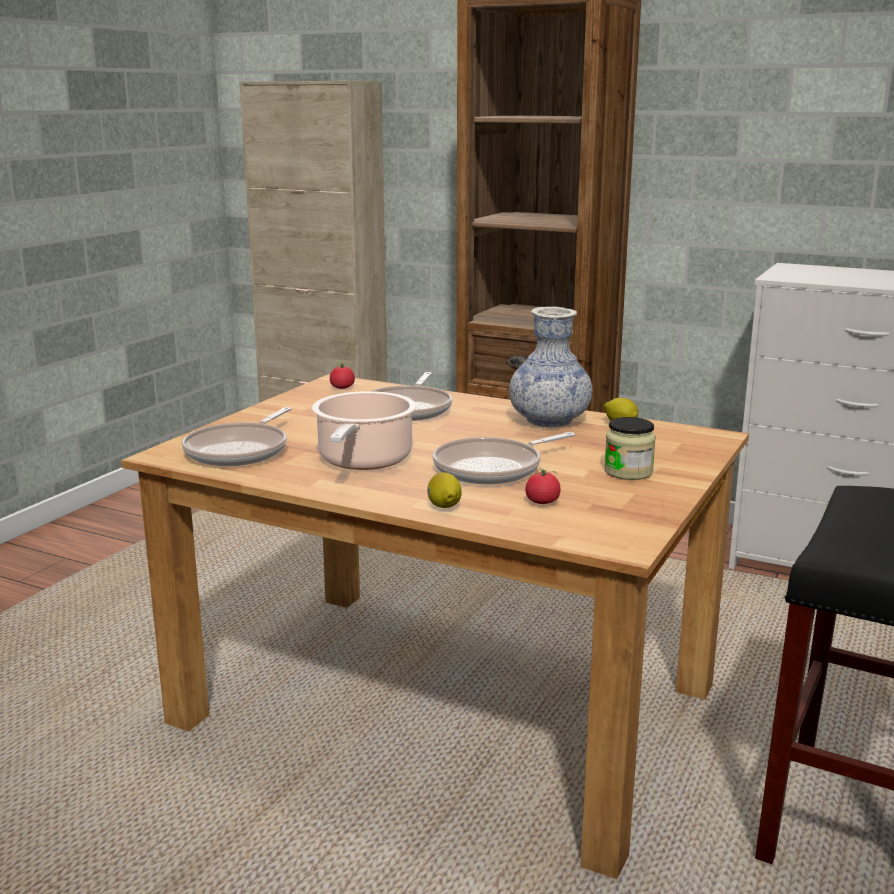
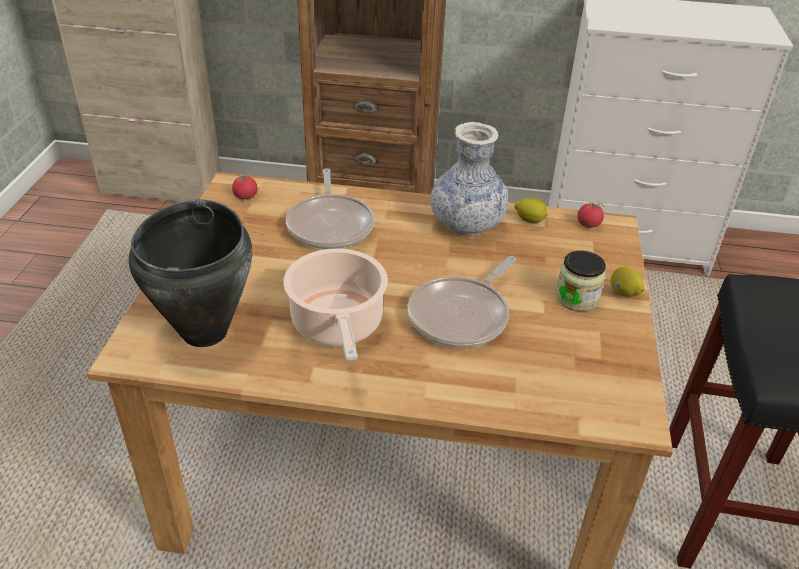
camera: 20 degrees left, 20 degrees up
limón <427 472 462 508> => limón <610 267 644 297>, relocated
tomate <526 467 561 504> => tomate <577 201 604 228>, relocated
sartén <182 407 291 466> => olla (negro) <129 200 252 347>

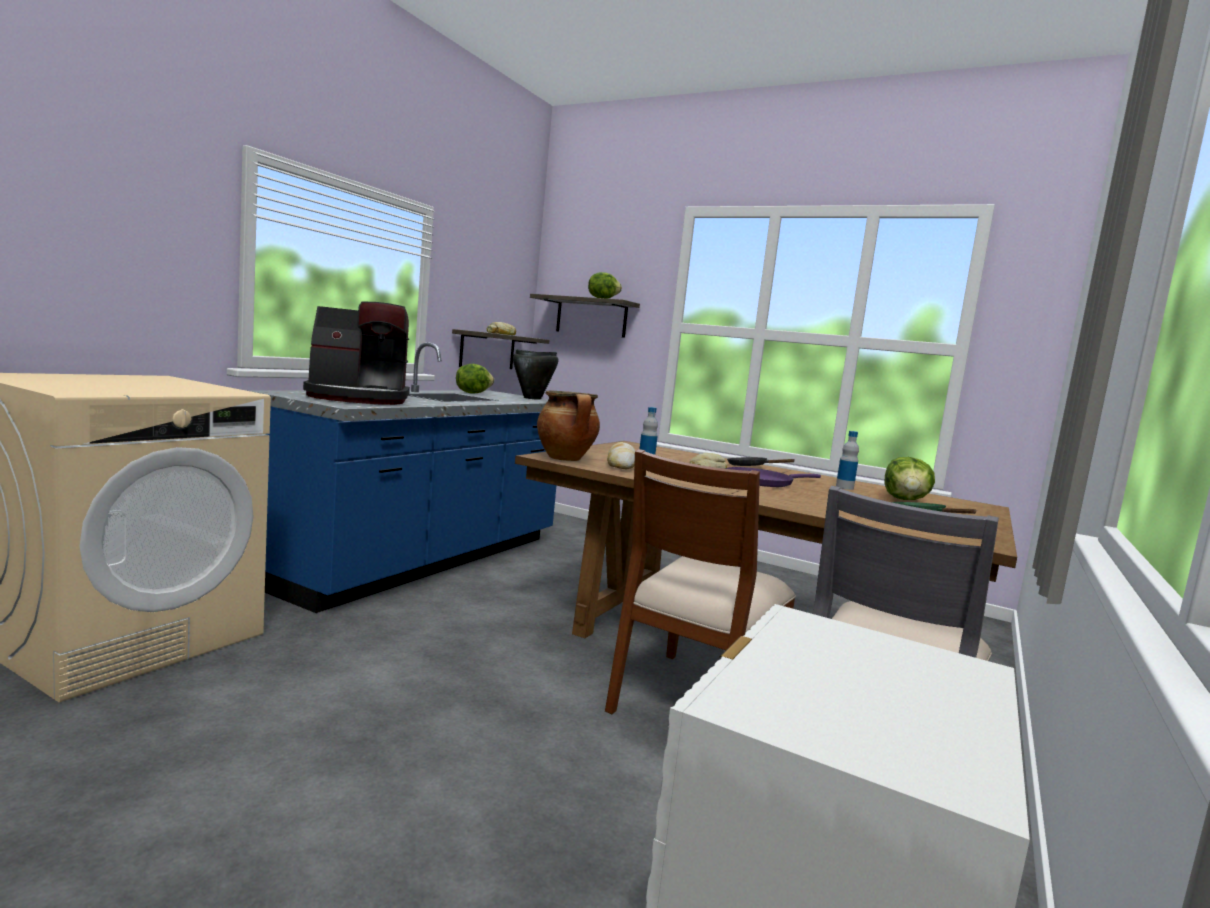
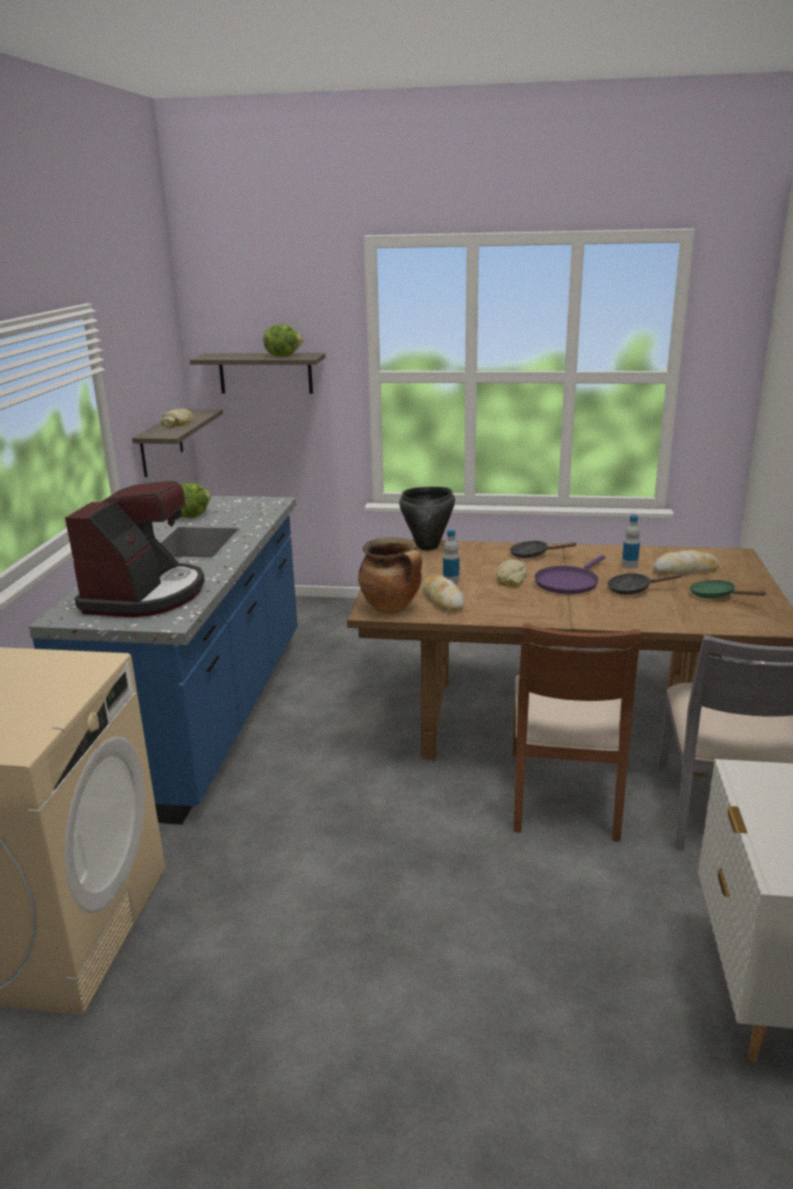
camera: 20 degrees left, 15 degrees up
nothing => sartén (negro) <607 573 683 595>
olla (negro) <513 349 558 400> => olla (negro) <399 487 455 550>, relocated
lechuga <884 457 935 500> => pan <653 550 719 574>
cafetera <303 302 410 405> => cafetera <65 481 205 617>, 45 degrees counterclockwise

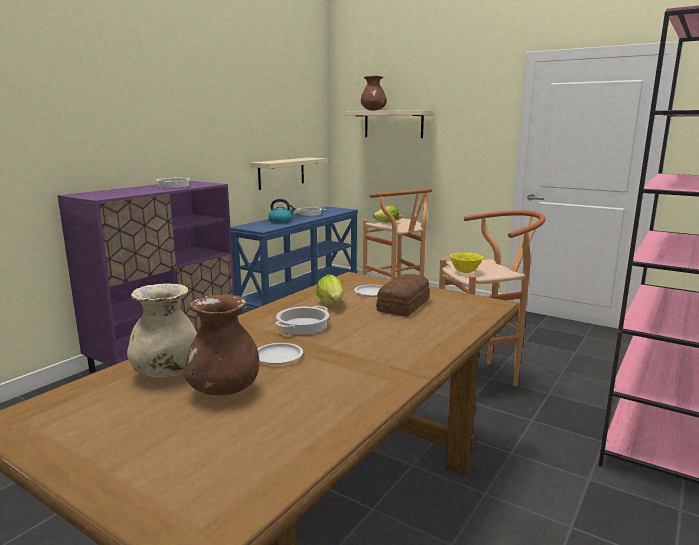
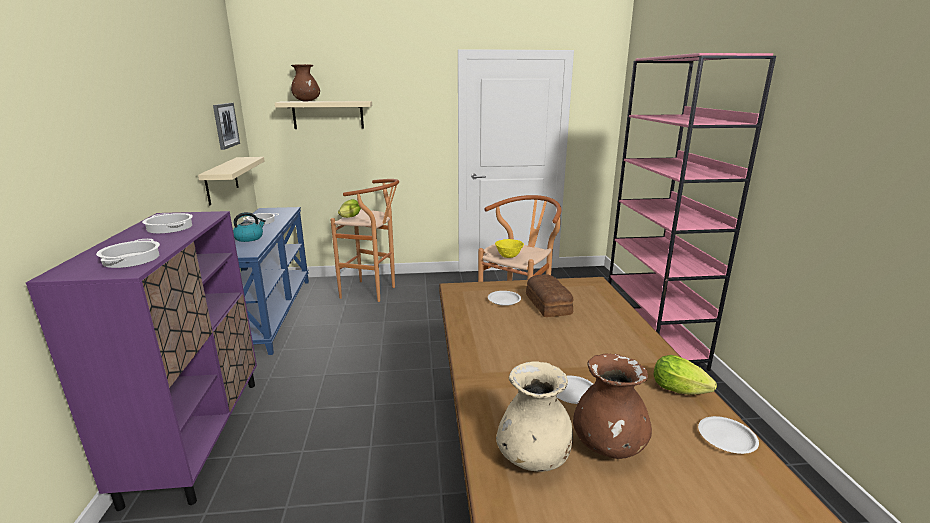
camera: 40 degrees left, 5 degrees up
nothing => cuadro <213 103 240 150>
nothing => plato (blanco) <698 416 759 454>
olla <275 306 329 335> => olla <96 239 160 268>, relocated
lechuga <316 274 344 305> => lechuga <654 355 717 394>, relocated

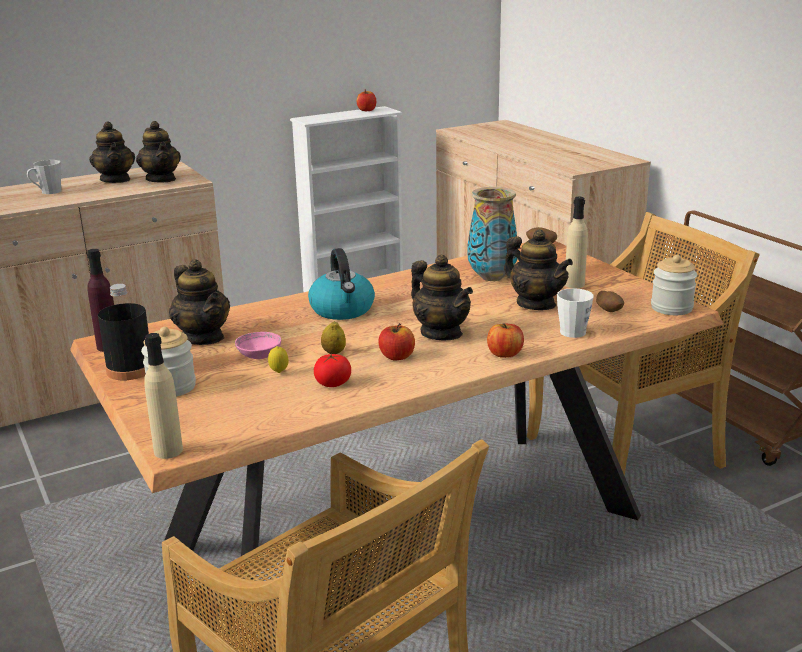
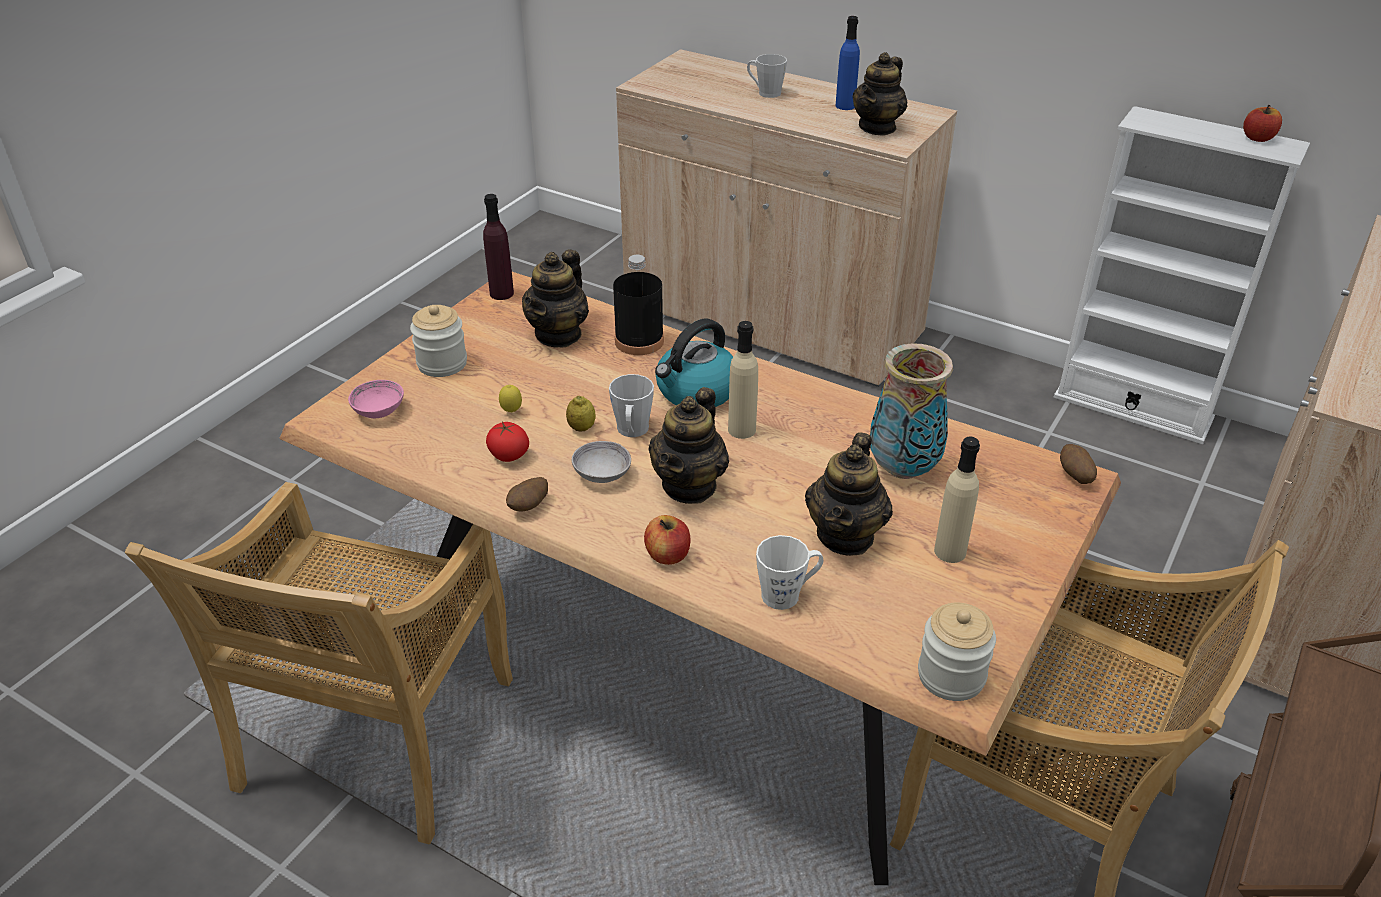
camera: 60 degrees right, 15 degrees up
nothing => taza grande (gris) <609 374 654 437>
botella (negro) <98 284 149 380> => botella (negro) <613 255 664 355>, relocated
botella (beis) <144 333 183 459> => botella (beis) <728 321 758 439>, relocated
cuenco (rosa) <235 332 281 359> => cuenco (rosa) <348 380 404 418>, relocated
patata <596 291 624 312> => patata <506 477 548 511>, relocated
tetera <89 121 135 183> => botella (azul) <836 16 860 110>
manzana <378 323 415 360> => cuenco (gris) <572 441 631 483>

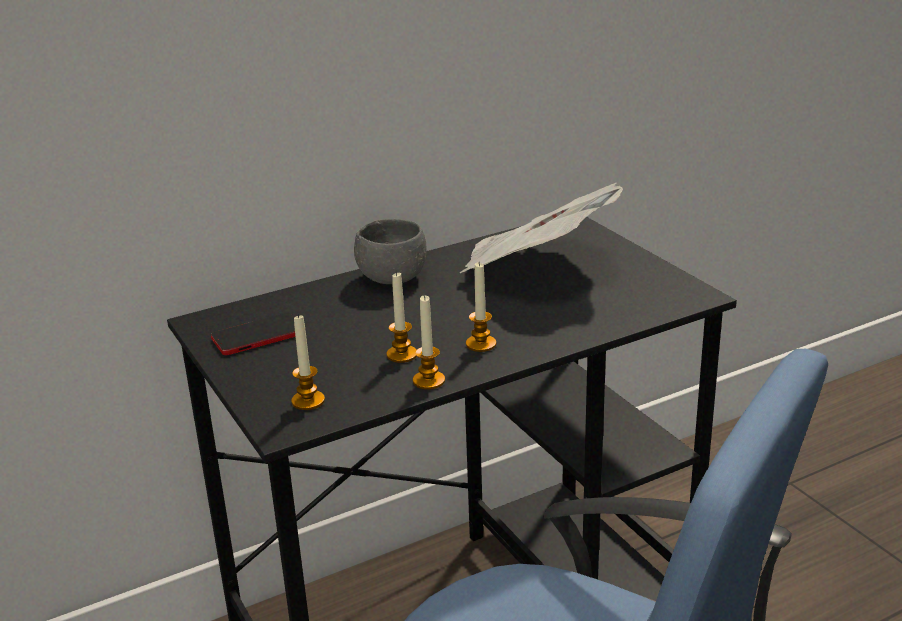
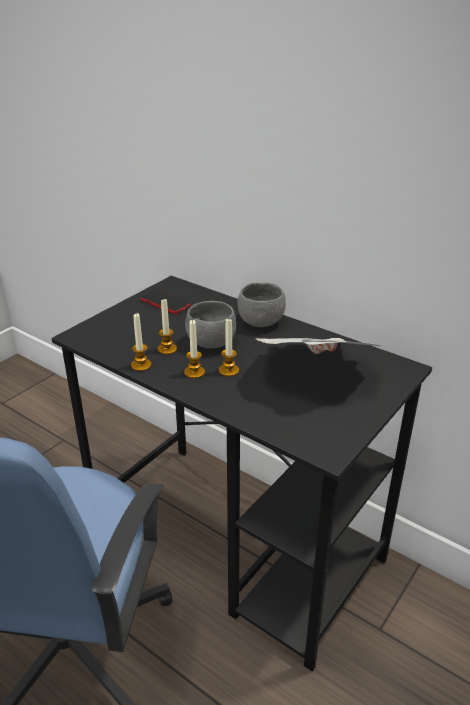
camera: 65 degrees right, 5 degrees up
nothing => cuenco (gris) <185 301 236 349>
vela <291 314 325 410> => vela <219 319 239 377>, relocated

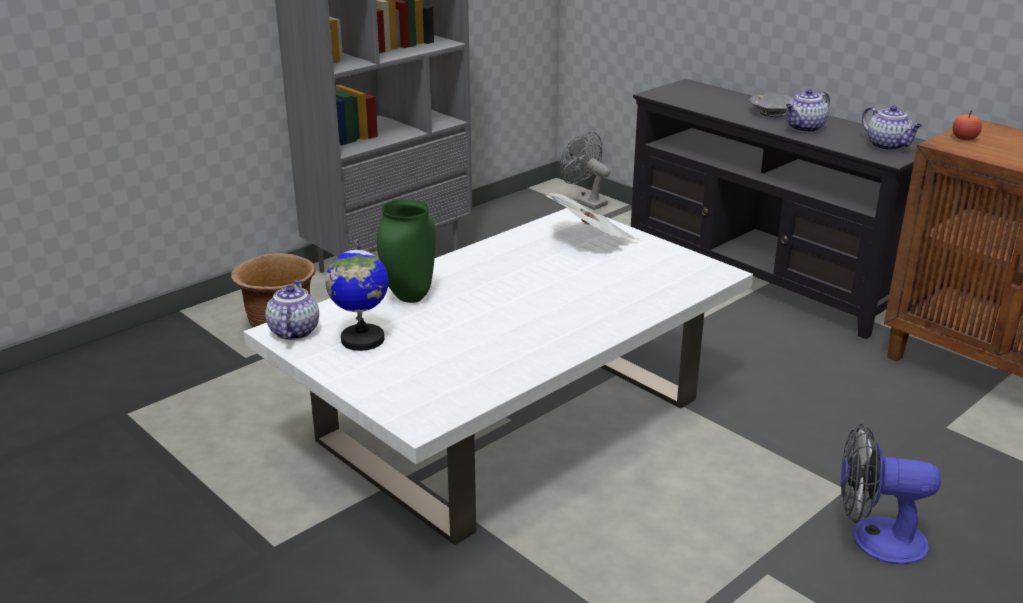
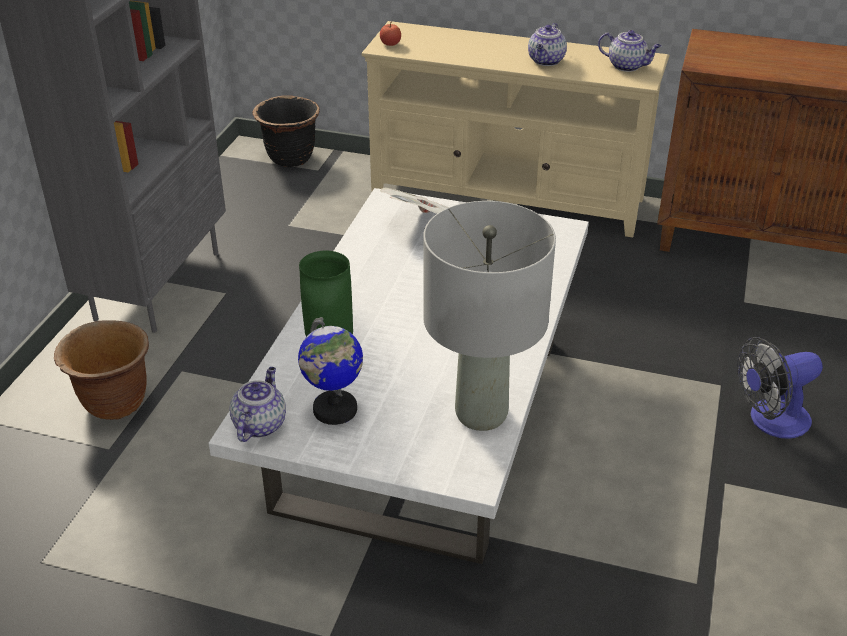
camera: 30 degrees left, 10 degrees up
cuenco (gris) <749 94 794 117> => nothing
nothing => lámpara de mesa (gris) <423 201 556 431>
manzana <953 111 982 140> => manzana <380 23 401 46>, relocated
ventilador (gris) <560 131 610 210> => maceta (negro) <252 96 320 167>
mueble de televisión (negro) <631 79 926 339> => mueble de televisión (beis) <361 21 669 238>
tetera <265 279 319 340> => tetera <230 367 286 442>, 45 degrees clockwise

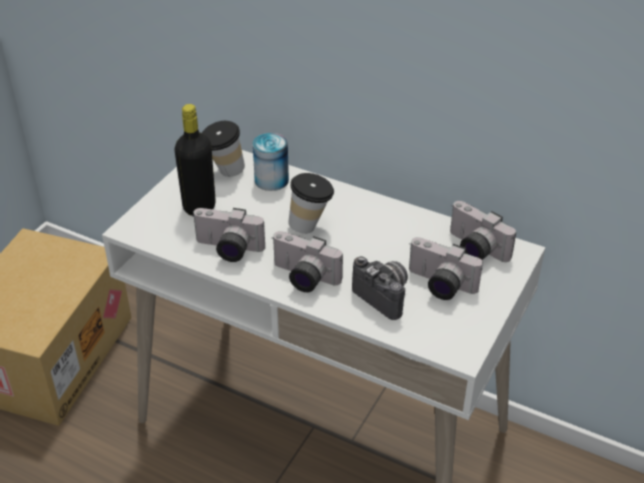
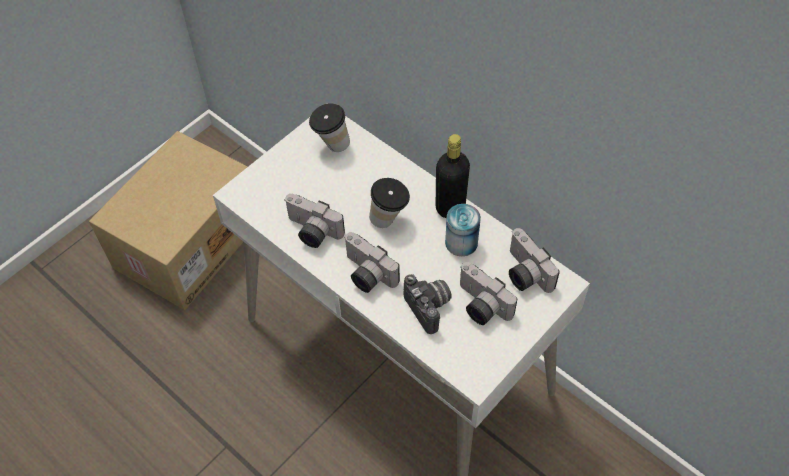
camera: 15 degrees right, 15 degrees up
botella (negro) <175 104 216 216> => botella (negro) <436 134 470 218>, relocated
lata <253 133 289 191> => lata <445 204 481 256>, relocated

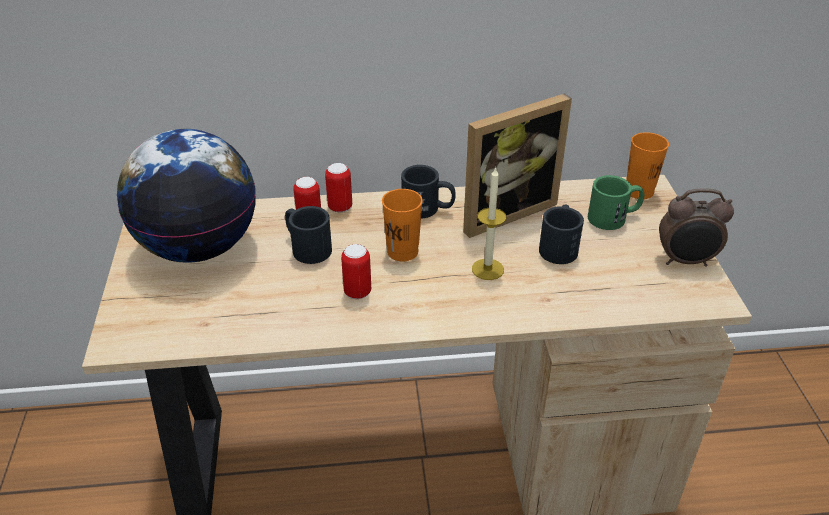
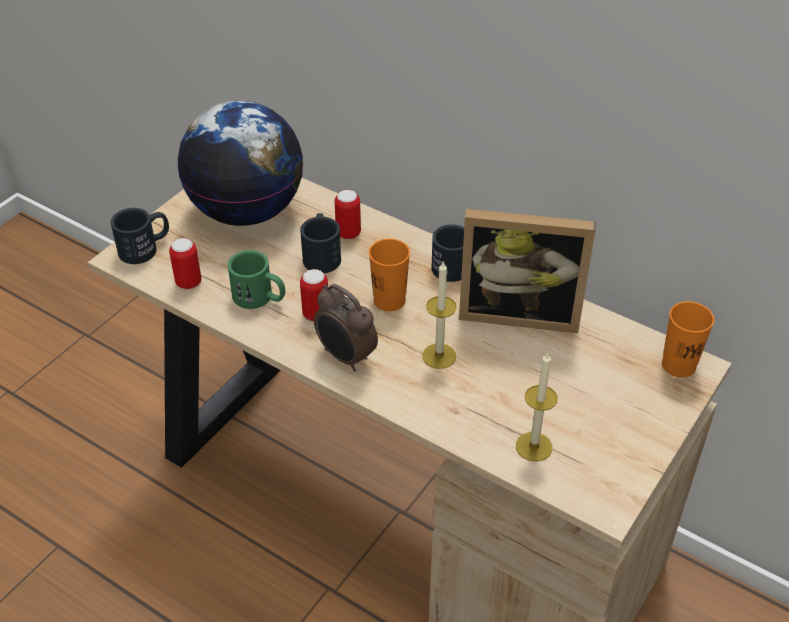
camera: 40 degrees right, 5 degrees up
nothing => vela <516 352 557 462>
lata <325 163 352 212> => lata <169 238 202 290>, relocated
taza grande (negro) <539 205 584 264> => taza grande (negro) <111 208 169 264>, relocated
taza grande (verde) <588 175 644 230> => taza grande (verde) <227 250 285 309>, relocated
despertador <659 188 734 267> => despertador <314 284 378 371>, relocated

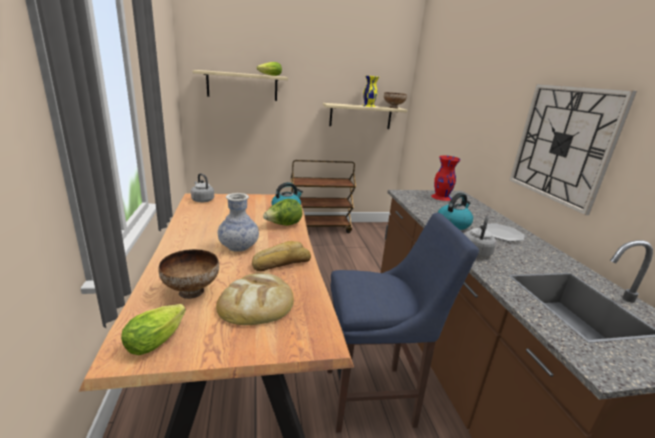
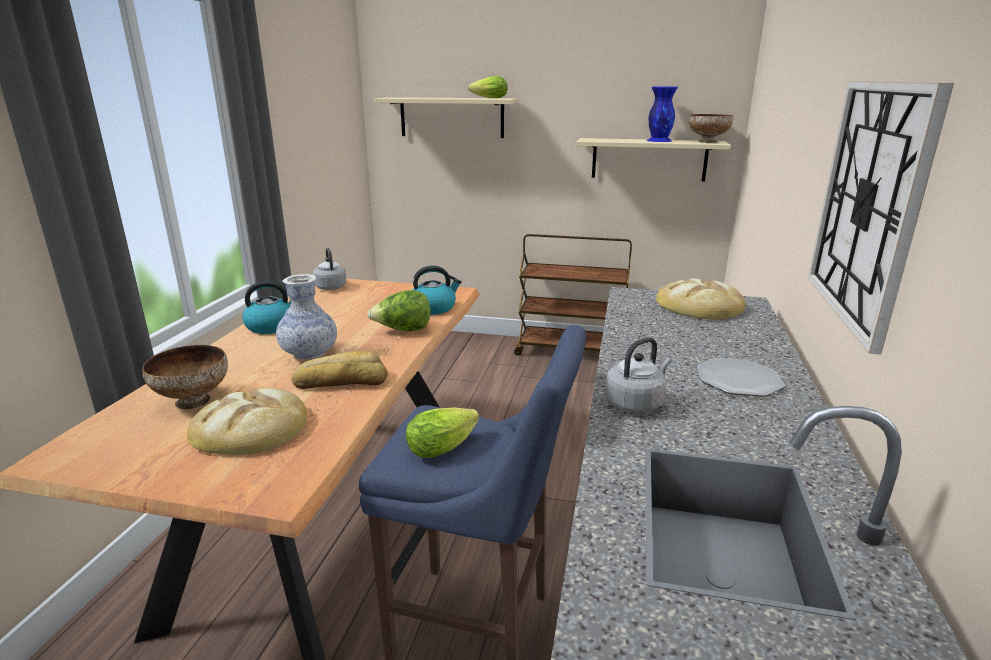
camera: 25 degrees right, 0 degrees up
lechuga <121 304 186 355> => lechuga <406 407 479 458>, relocated
hervidor <437 193 473 230> => hervidor <242 281 291 334>, relocated
florero (rojo) <431 155 460 201> => pan <656 278 745 320>
florero (amarillo) <362 76 379 107> => florero (azul) <647 86 678 142>

